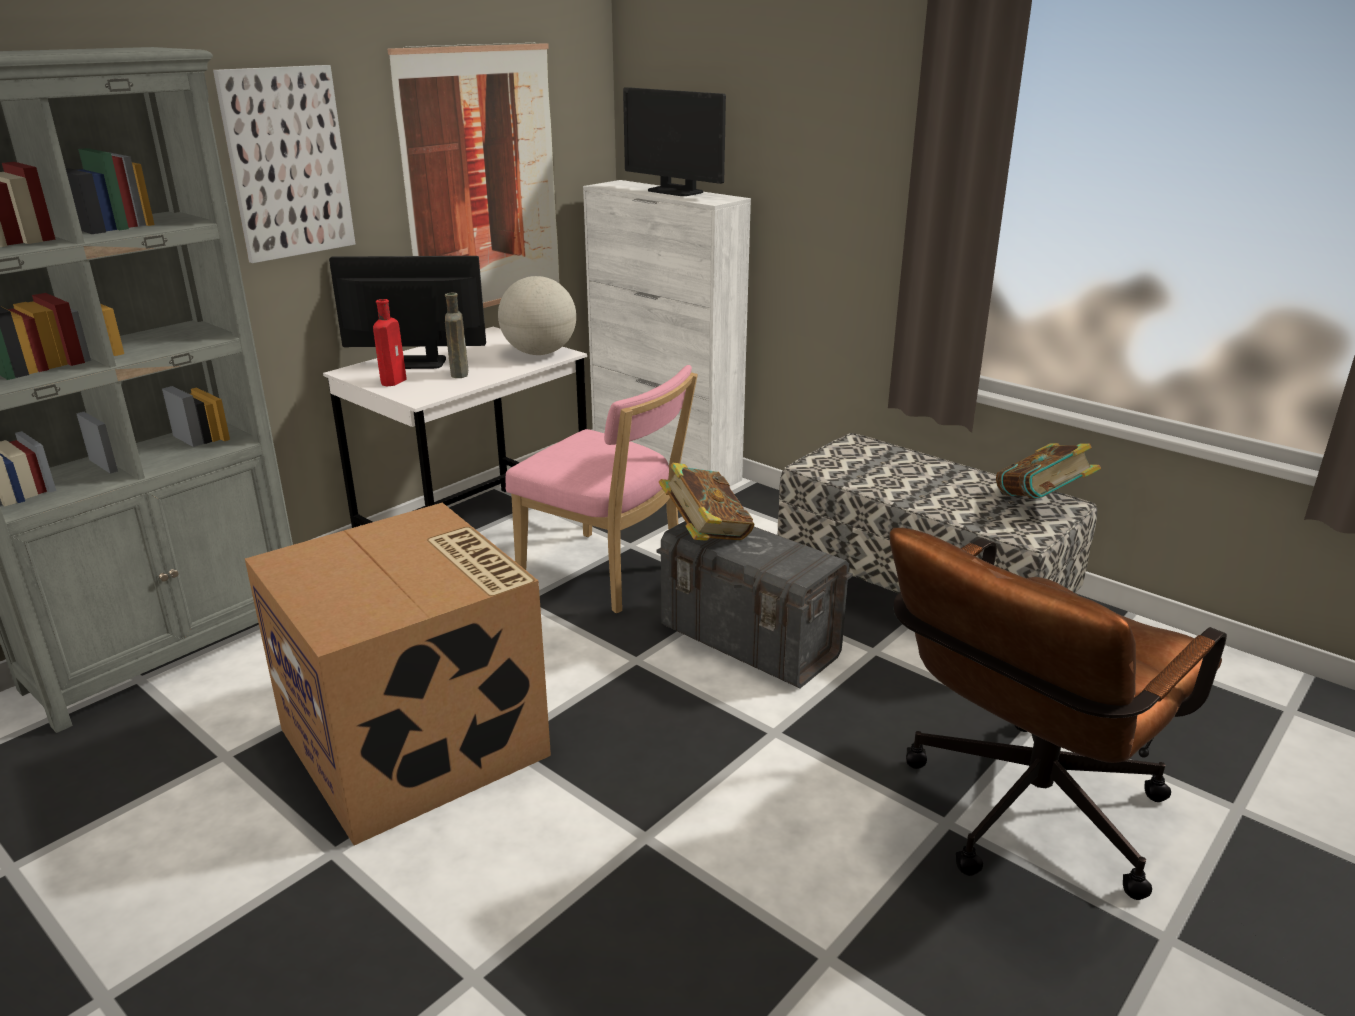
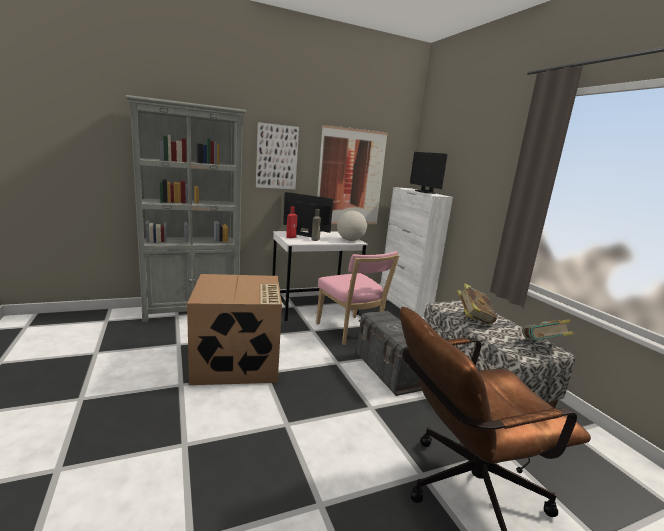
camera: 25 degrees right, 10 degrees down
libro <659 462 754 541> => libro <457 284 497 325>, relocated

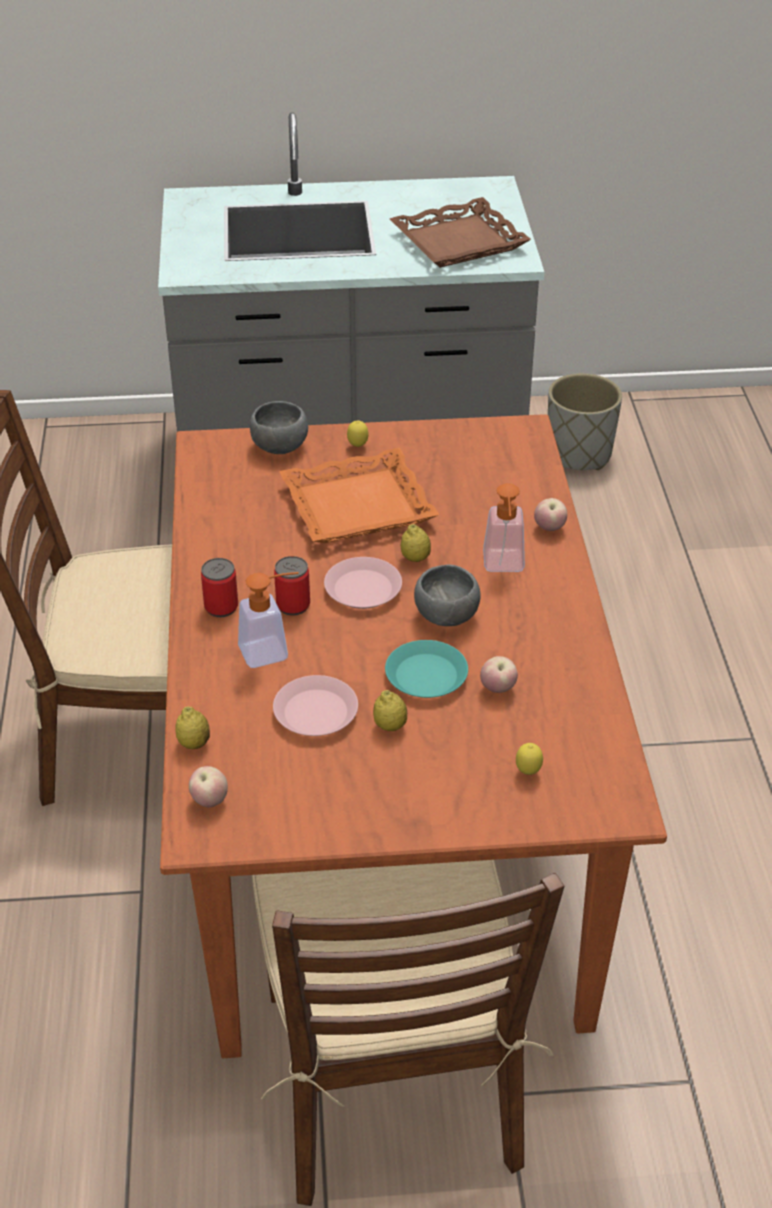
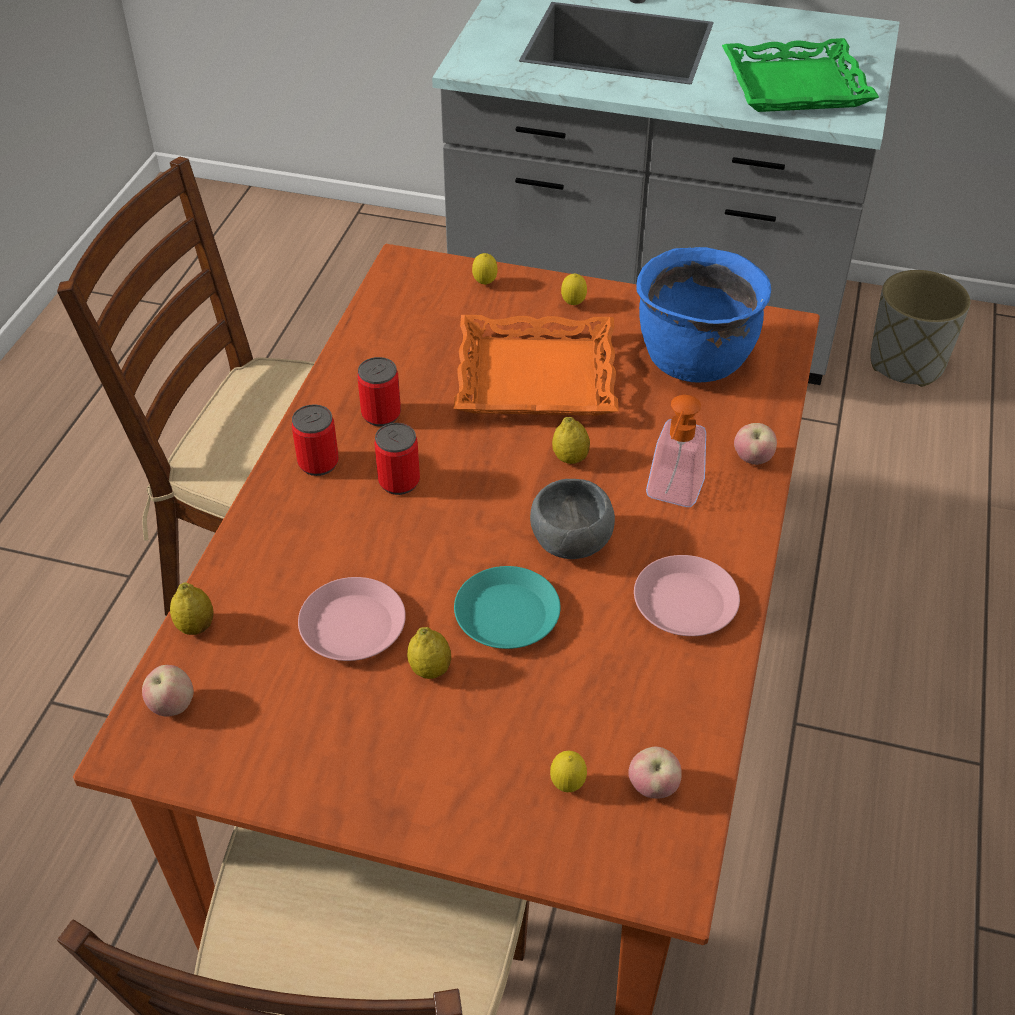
camera: 20 degrees right, 5 degrees up
dispensador de jabón <238 572 298 668> => nothing
nothing => lata <357 357 401 426>
nothing => olla (azul) <636 247 771 382>
plato (rosa) <324 557 402 609> => plato (rosa) <634 555 740 636>, relocated
manzana <480 656 518 693> => manzana <628 746 682 799>, relocated
cuenco (gris) <250 401 308 454> => limón <472 253 498 285>
bandeja (marrón) <390 197 531 268> => bandeja (verde) <722 38 879 112>

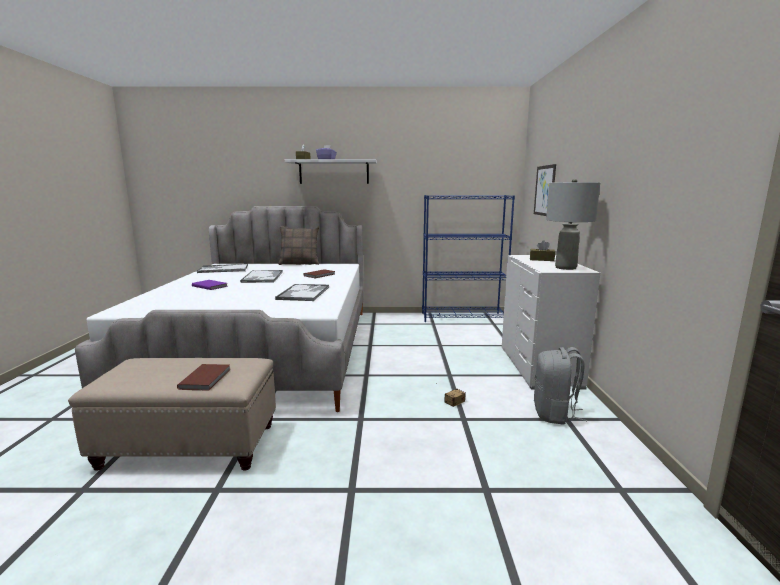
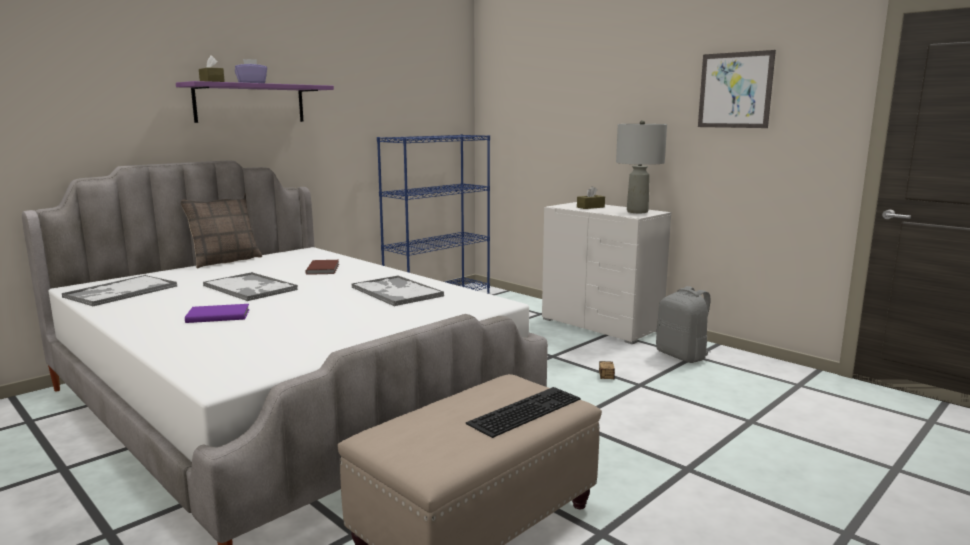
camera: 45 degrees left, 0 degrees up
cuadro <534 164 556 216> => cuadro <698 50 776 128>, relocated
libro (marrón) <177 364 231 391> => teclado <466 387 581 438>
estante (blanco) <285 159 377 184> => estante (morado) <176 81 334 123>

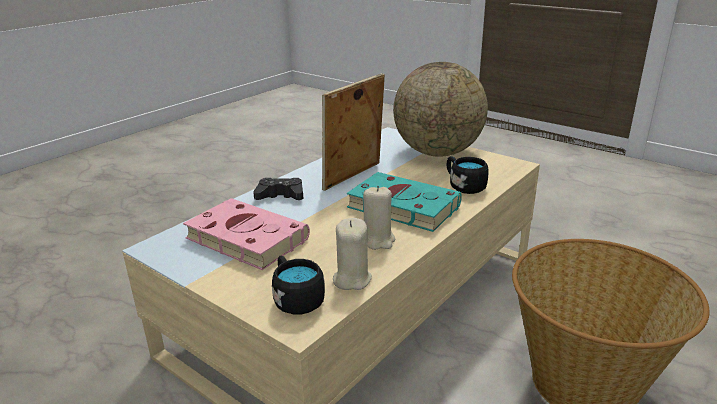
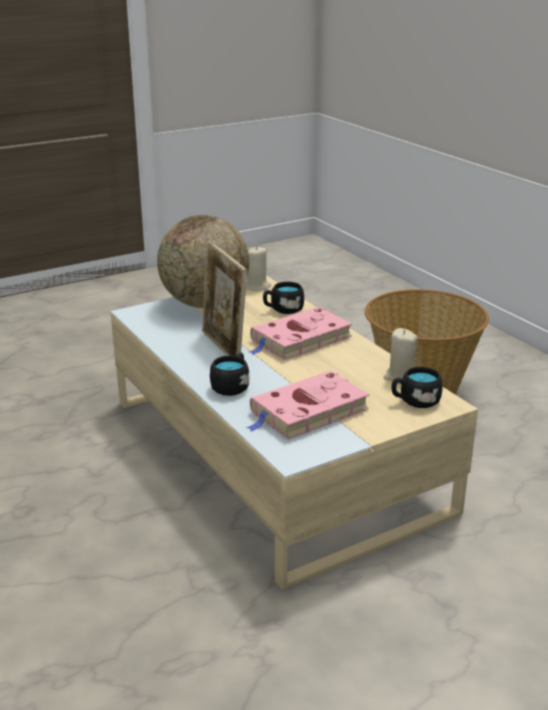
camera: 70 degrees left, 0 degrees up
vela (beis) <363 186 395 250> => vela (beis) <246 246 271 291>, relocated
mando de consola (negro) <253 178 303 200> => taza grande (negro) <210 352 249 396>
libro (turquesa) <347 172 462 232> => libro (rosa) <249 307 352 360>

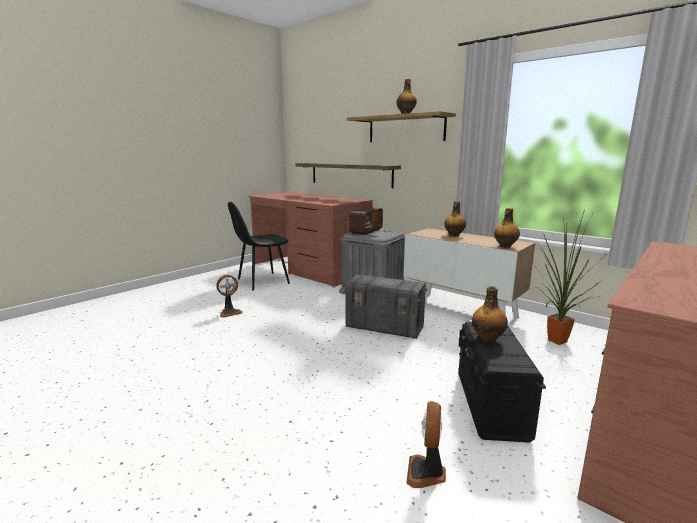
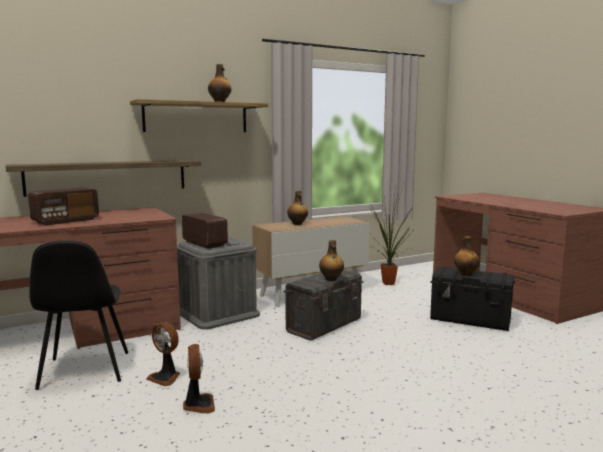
camera: 70 degrees left, 5 degrees down
nothing => radio <28 188 99 225>
ventilador <406 401 446 488> => ventilador <146 322 180 386>, relocated
botella <494 208 520 248> => botella <319 240 344 281>, relocated

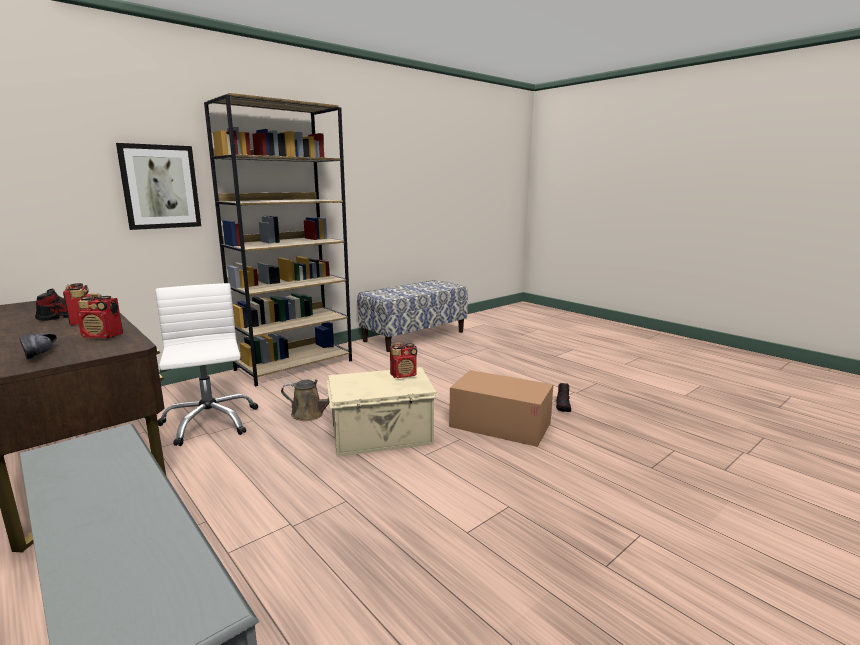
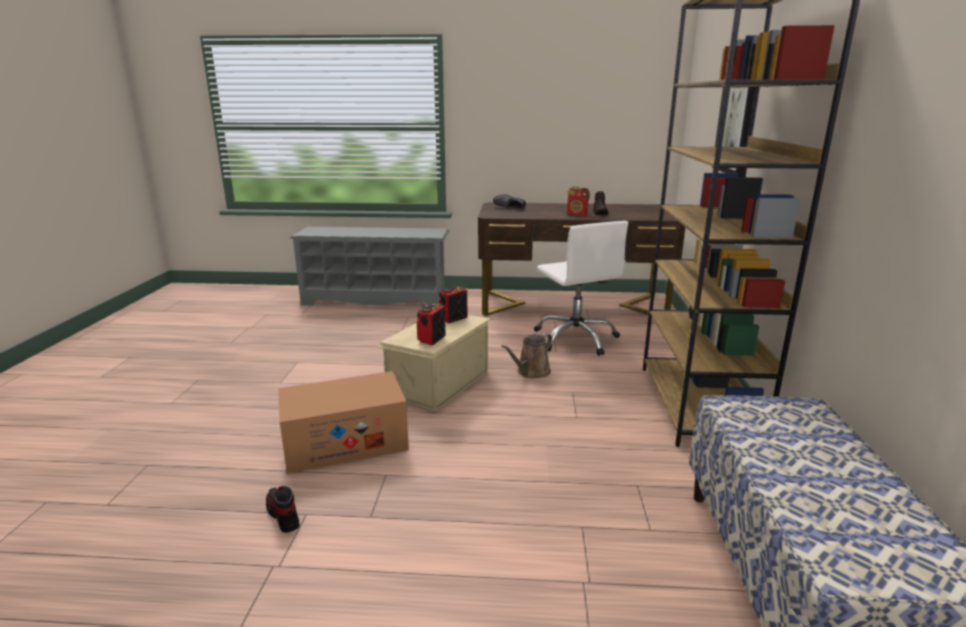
camera: 135 degrees right, 5 degrees up
radio <77 293 123 338> => radio <439 286 468 324>, relocated
silla de oficina (blanco) <155 283 258 446> => silla de oficina (blanco) <534 221 628 356>, 45 degrees clockwise

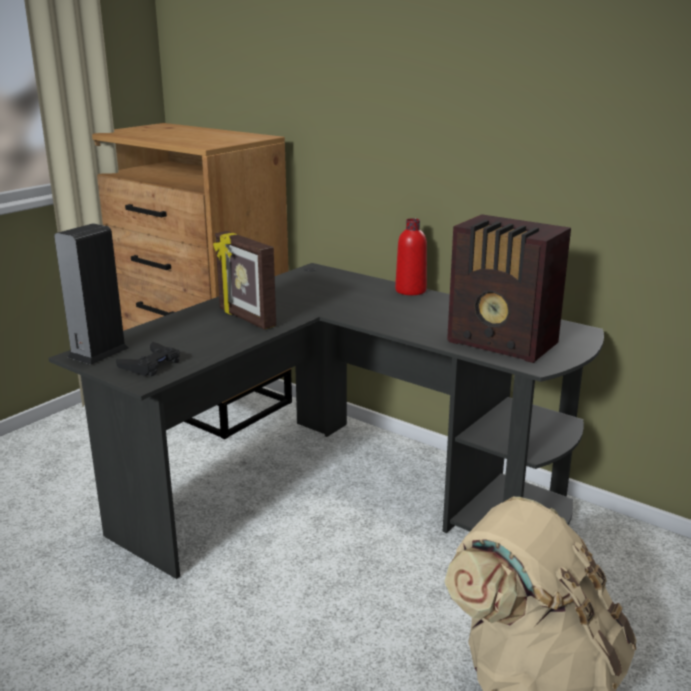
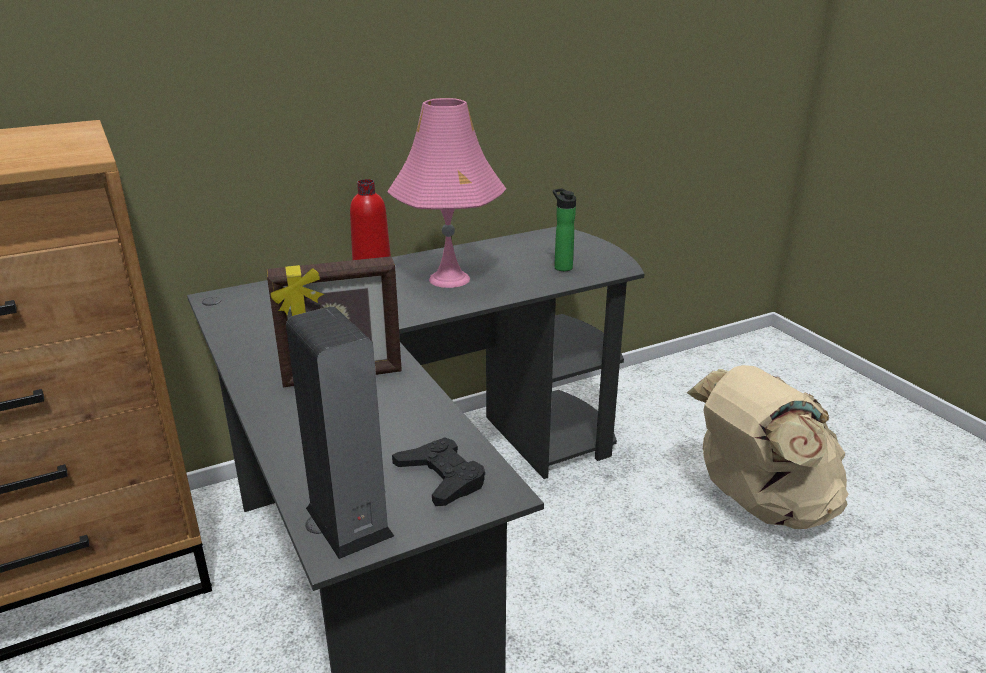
camera: 65 degrees left, 5 degrees up
nothing => lámpara de mesa (rosa) <387 98 506 288>
radio <447 214 571 363> => botella <553 188 576 271>

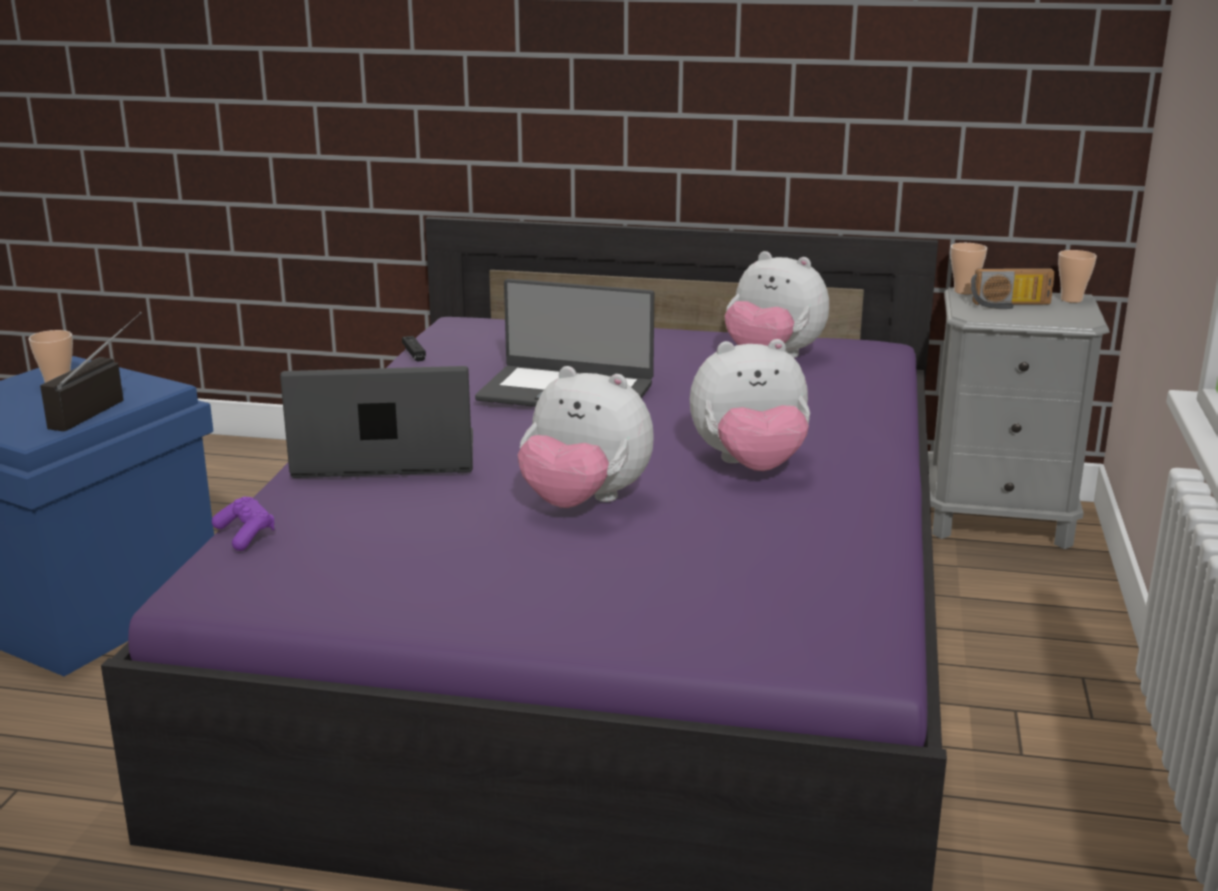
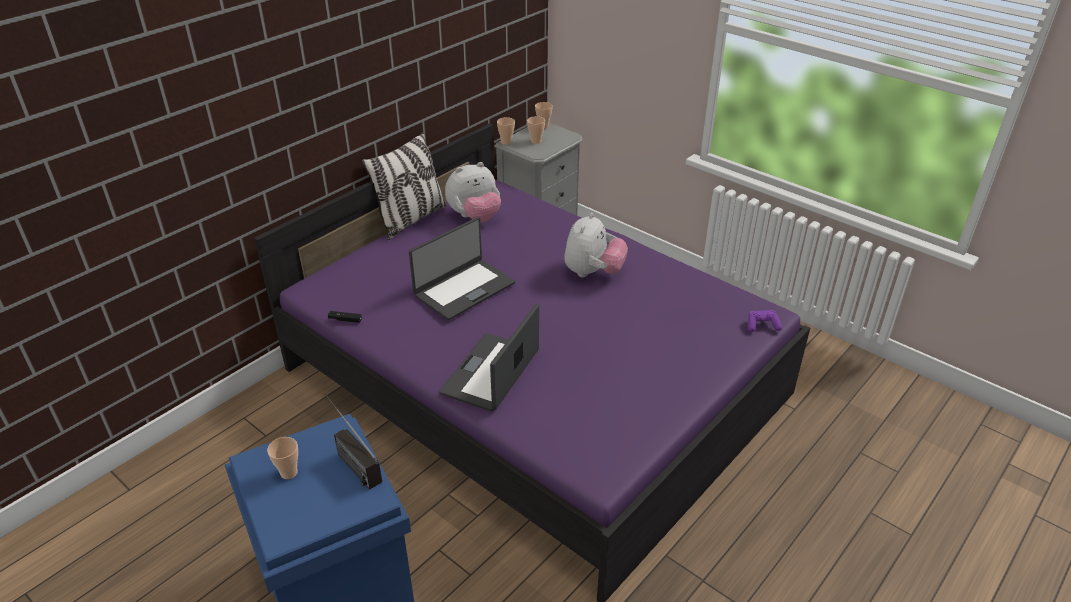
camera: 60 degrees left, 15 degrees up
peluche <518 366 654 508> => nothing
nothing => cojín <362 132 447 240>
mando de consola (morado) <212 497 275 551> => mando de consola (morado) <747 310 782 332>, relocated
radio <971 268 1055 309> => taza <527 116 545 144>

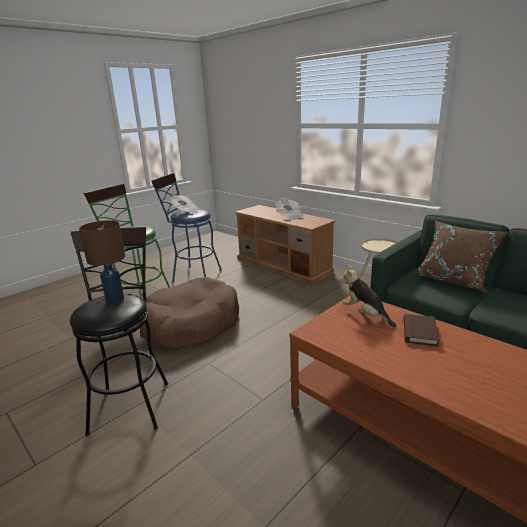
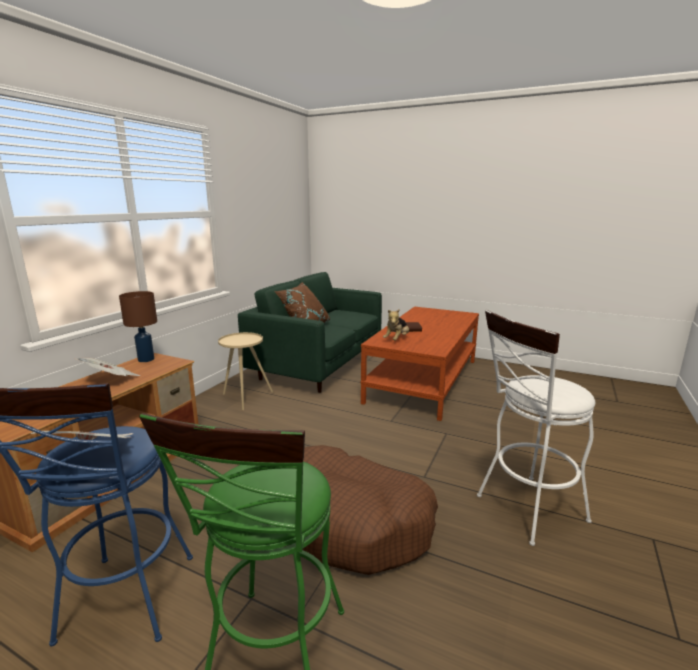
camera: 110 degrees left, 5 degrees down
lámpara de mesa (marrón) <79 220 125 304> => lámpara de mesa (marrón) <119 291 157 362>, relocated
taburete (negro) <70 227 168 436> => taburete (blanco) <477 310 595 546>

